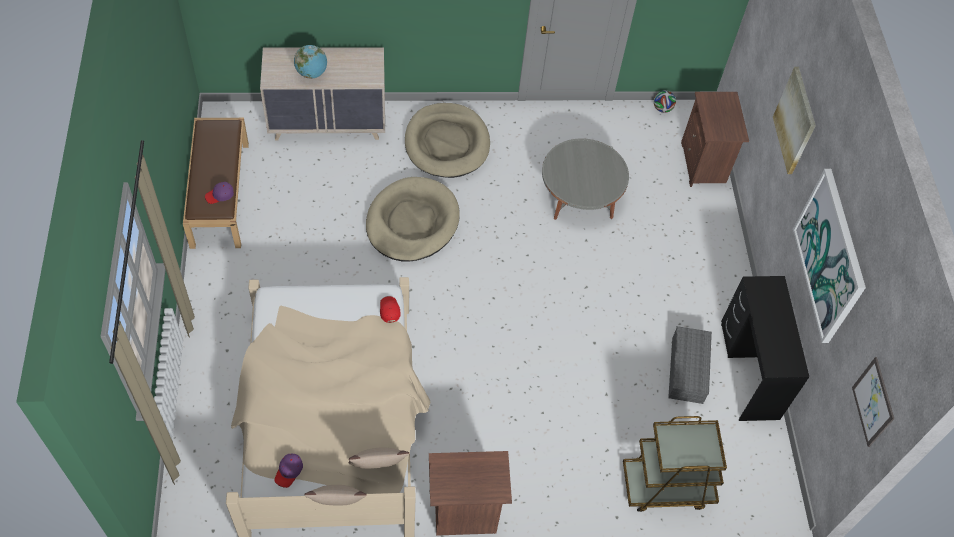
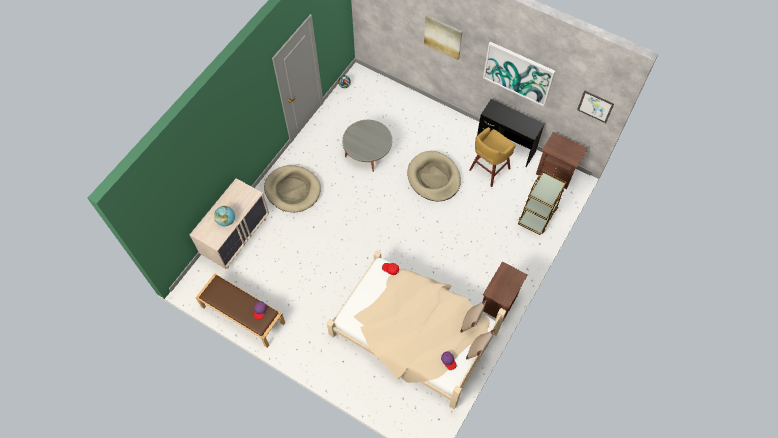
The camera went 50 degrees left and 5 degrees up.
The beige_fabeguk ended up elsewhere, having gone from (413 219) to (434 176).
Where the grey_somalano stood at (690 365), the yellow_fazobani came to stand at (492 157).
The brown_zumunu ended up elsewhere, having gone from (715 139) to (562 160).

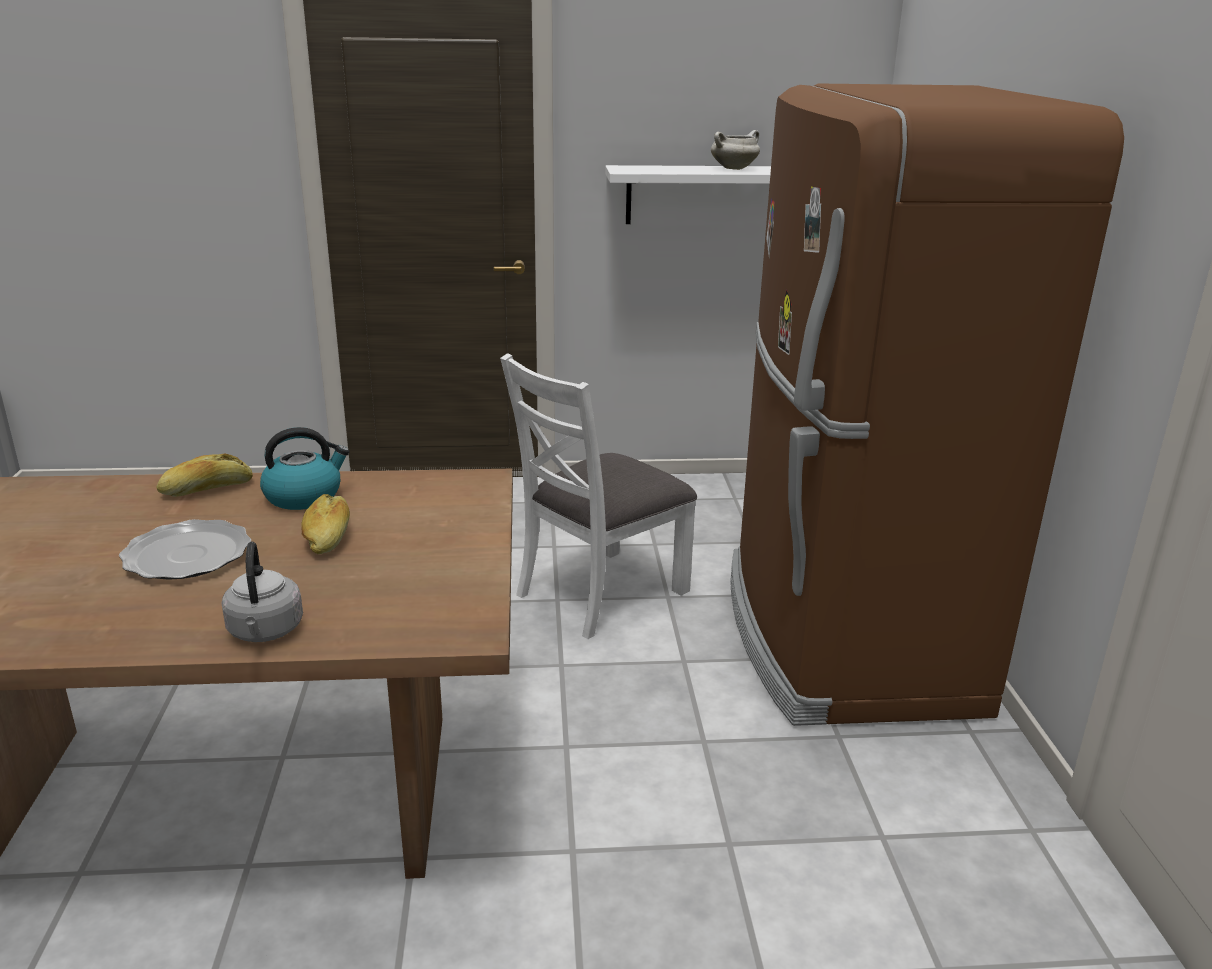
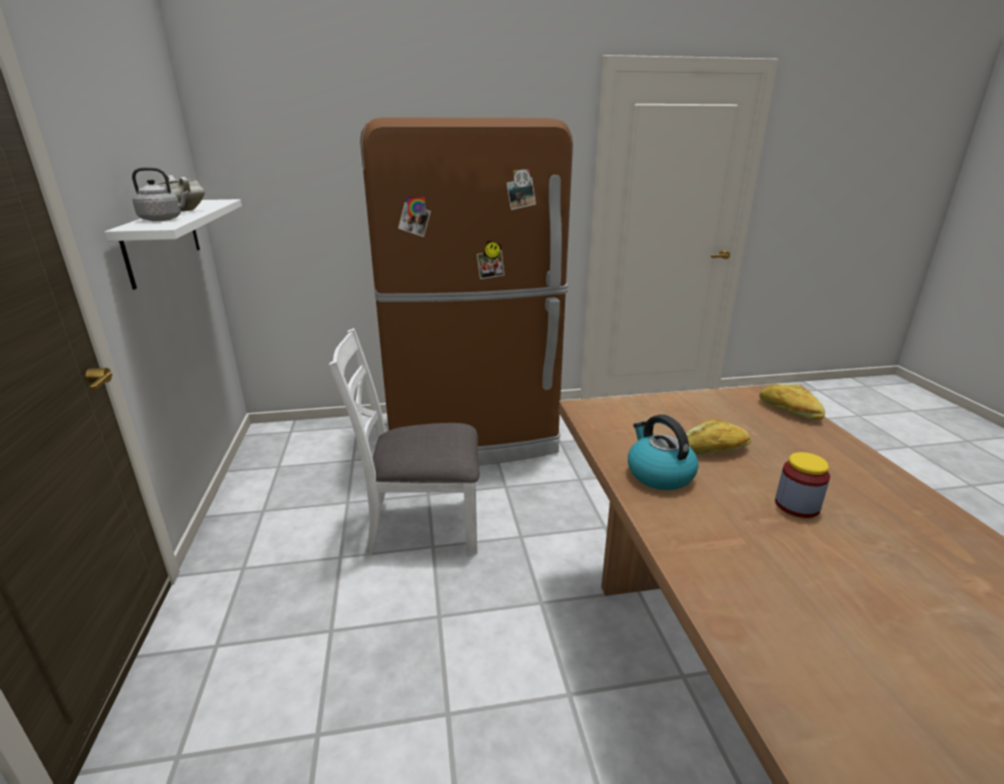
The camera went 95 degrees left and 0 degrees up.
Where the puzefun stood at (185 549), the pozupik came to stand at (802 485).
The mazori ended up elsewhere, having gone from (204 475) to (792 402).
The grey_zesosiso ended up elsewhere, having gone from (262 592) to (160 194).
The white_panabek at (598 496) ended up facing another way, 135 degrees clockwise from before.

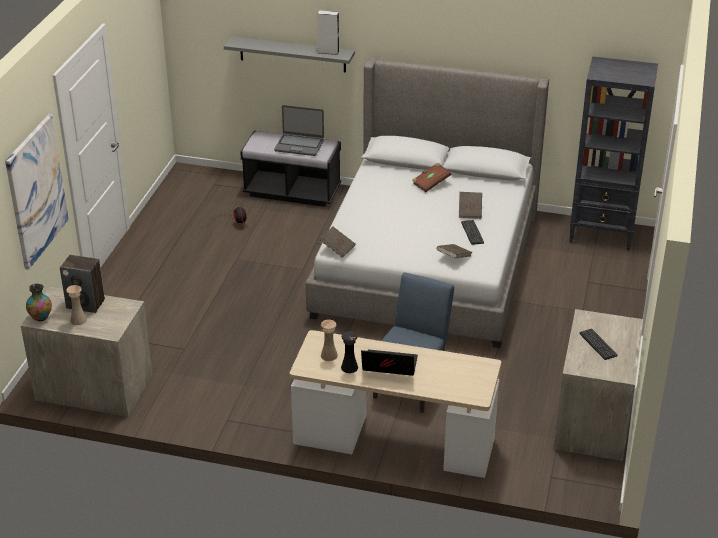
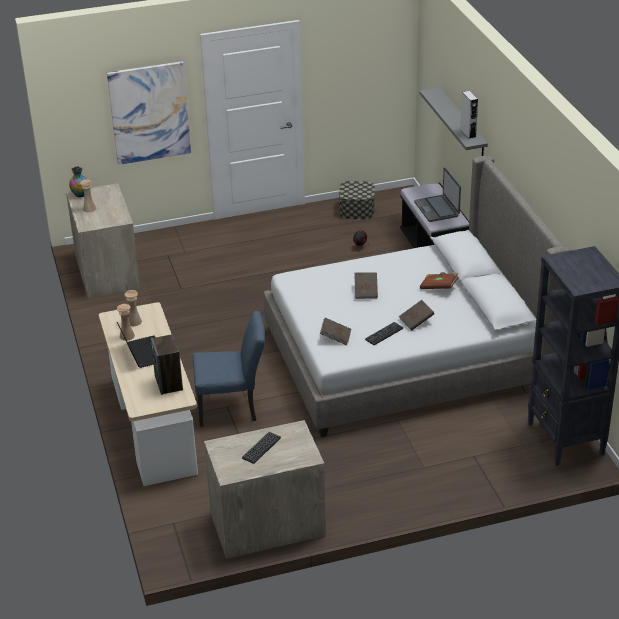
The camera went 60 degrees right and 0 degrees up.
The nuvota ended up elsewhere, having gone from (82 284) to (167 364).
The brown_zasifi ended up elsewhere, having gone from (338 242) to (366 285).
What was the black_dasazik at (349 352) turned into the beige_dasazik at (126 322).
The second view gained the somalano at (357 200).

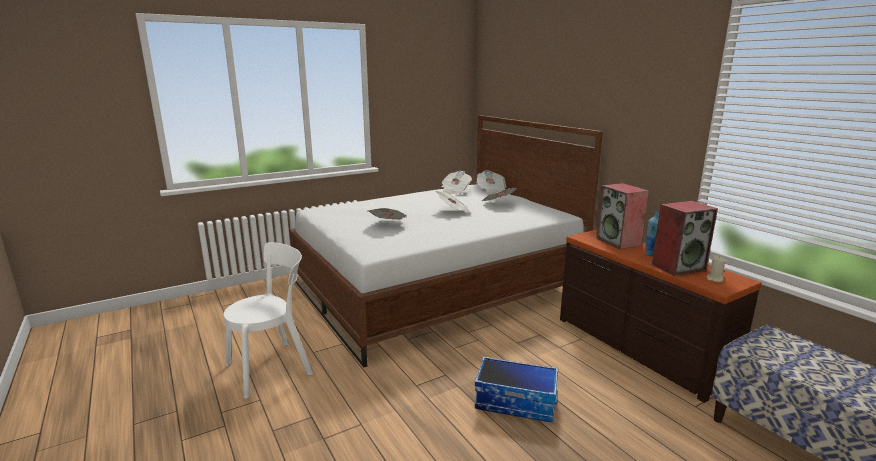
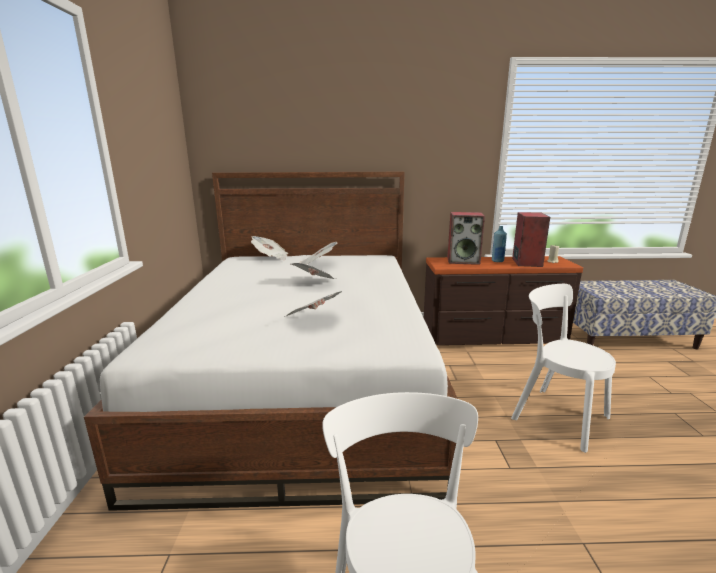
The camera went 60 degrees left and 0 degrees up.
The second view lost the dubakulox at (456 183).
Where the somalano stood at (516 389), the white_panabek came to stand at (563 368).

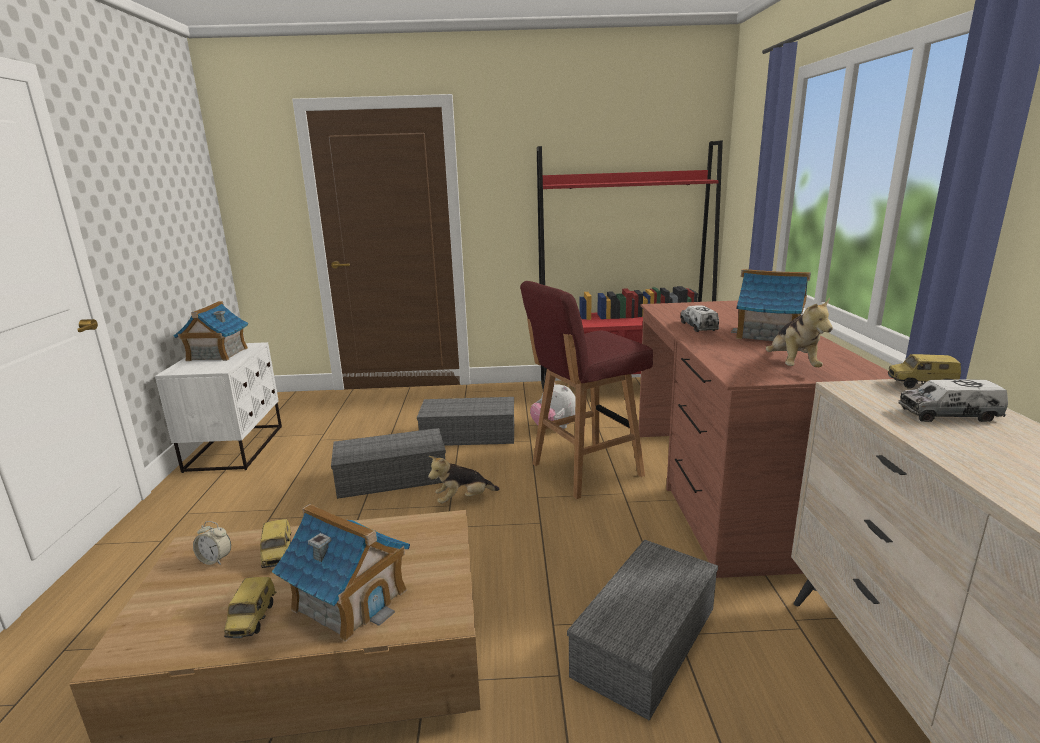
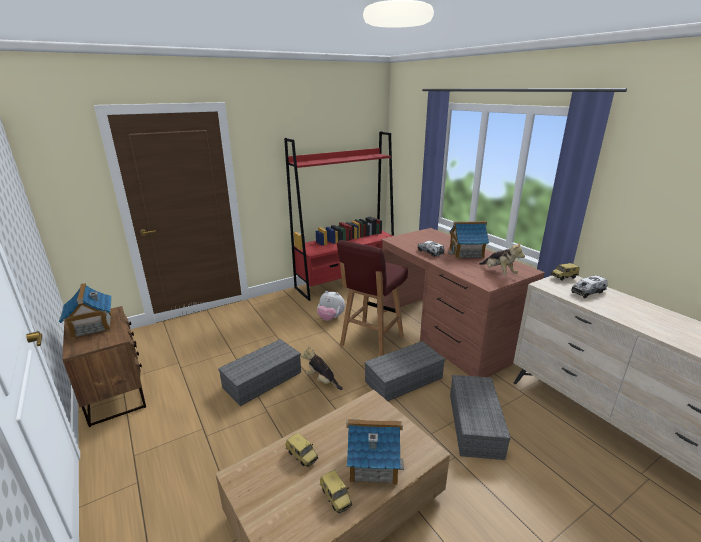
The camera went 30 degrees left and 5 degrees up.
What was the white_zumunu at (218 407) turned into the brown_zumunu at (104 366).
The second view lost the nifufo at (212 543).
The grey_somalano ended up elsewhere, having gone from (465 421) to (405 371).
The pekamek at (464 480) ended up facing another way, 90 degrees clockwise from before.

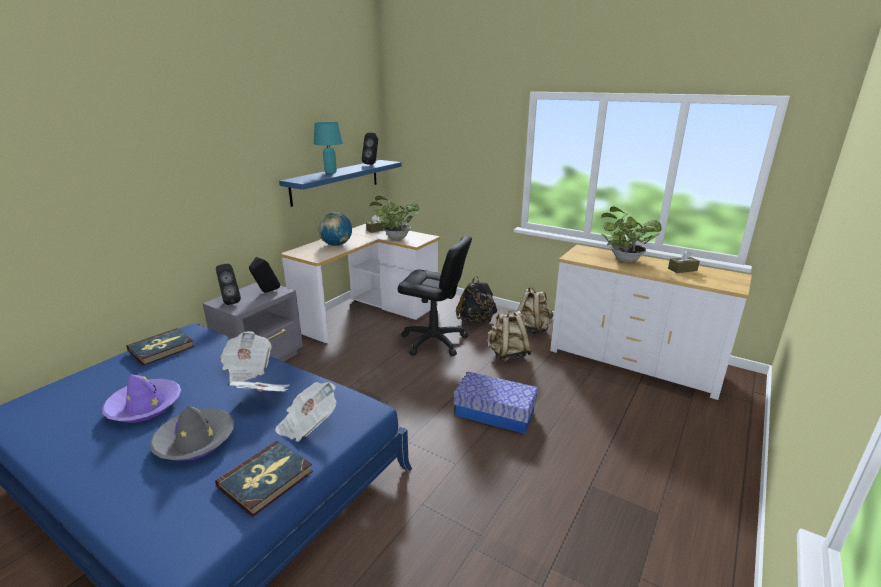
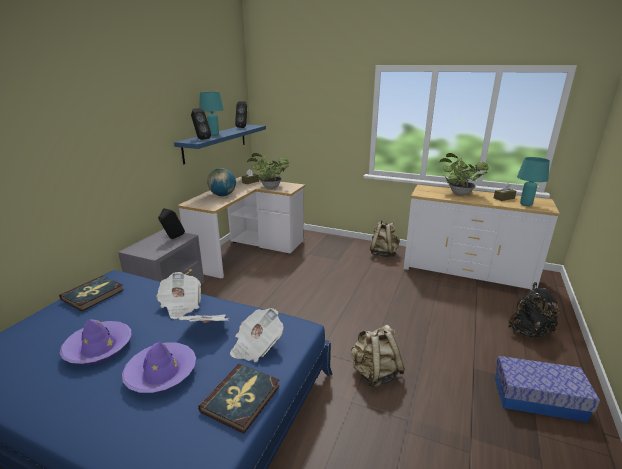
The camera went 10 degrees left and 0 degrees up.
What was the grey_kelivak at (192 433) turned into the purple_kelivak at (159 367).
The black_nuvota ended up elsewhere, having gone from (228 284) to (201 124).
The second view lost the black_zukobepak at (435 296).
The somalano ended up elsewhere, having gone from (496 402) to (547 389).
The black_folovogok ended up elsewhere, having gone from (476 300) to (534 309).
The beige_folovogok ended up elsewhere, having gone from (510 336) to (378 356).
The second view gained the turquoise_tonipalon at (533 181).

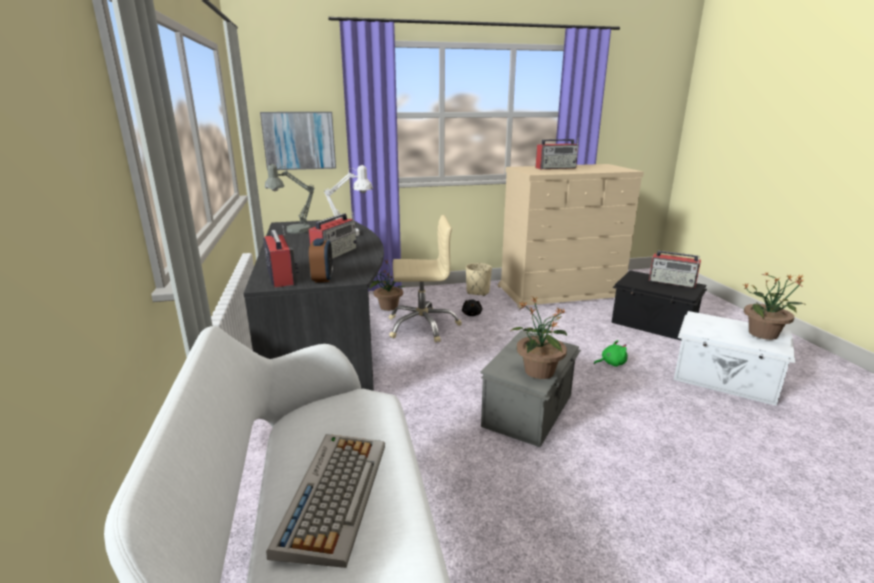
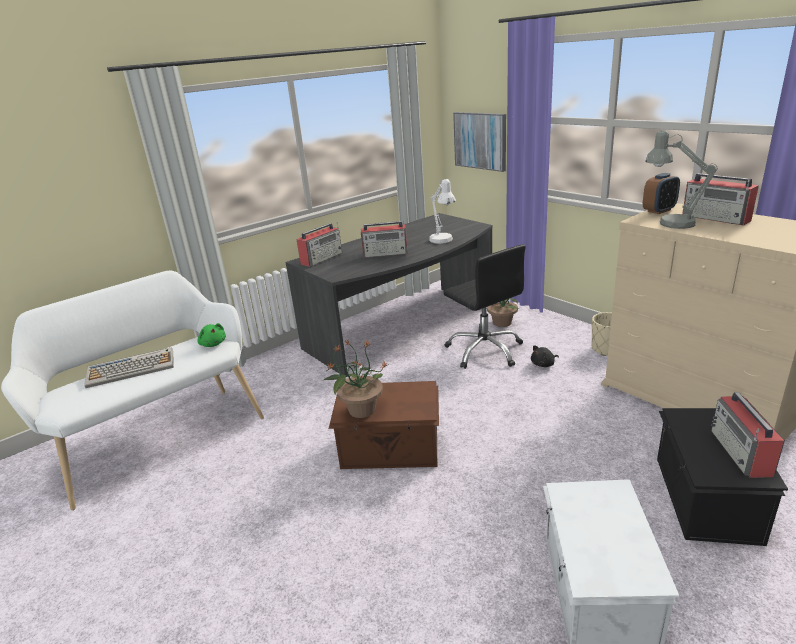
The camera went 65 degrees right and 5 degrees up.
The grey_tonipalon ended up elsewhere, having gone from (290 199) to (681 179).
The nifufo ended up elsewhere, having gone from (321 260) to (661 193).
What was the beige_zukobepak at (425 279) turned into the black_zukobepak at (484 306).
What was the grey_somalano at (530 388) turned into the brown_somalano at (384 425).
The green_pekamek ended up elsewhere, having gone from (611 353) to (211 335).
The second view lost the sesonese at (774 306).

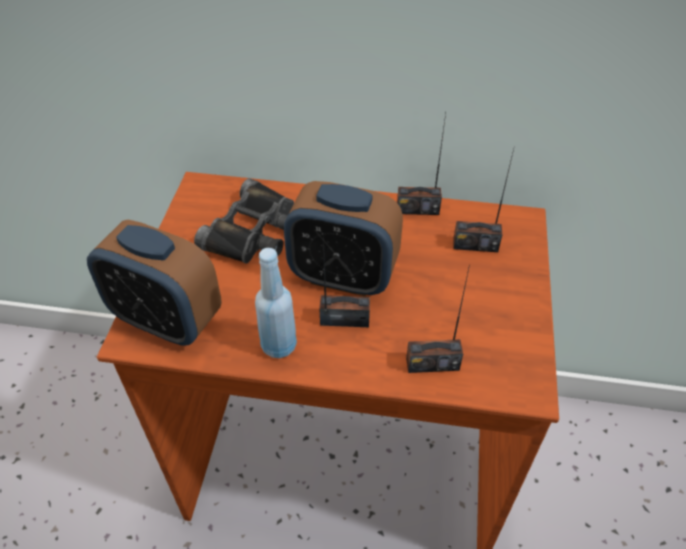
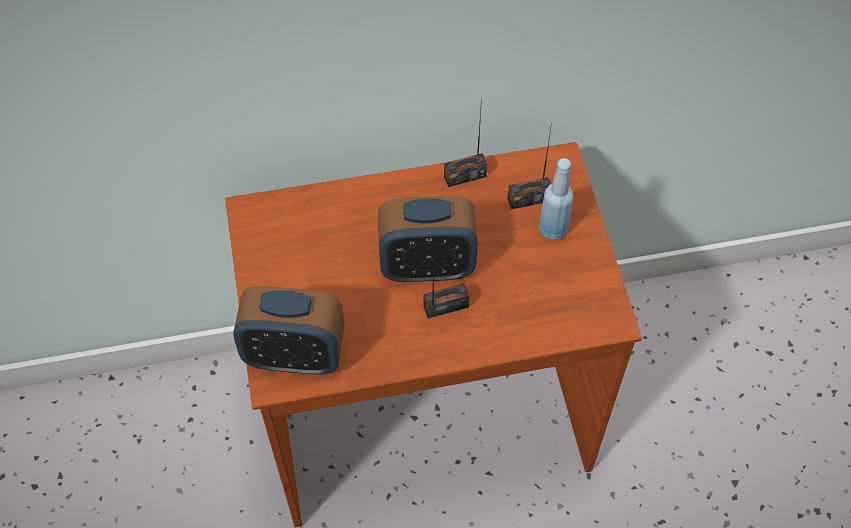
The camera went 20 degrees left and 10 degrees up.
The second view lost the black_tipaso at (244 221).
The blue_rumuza ended up elsewhere, having gone from (276 303) to (556 199).
The second view lost the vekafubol at (438 318).

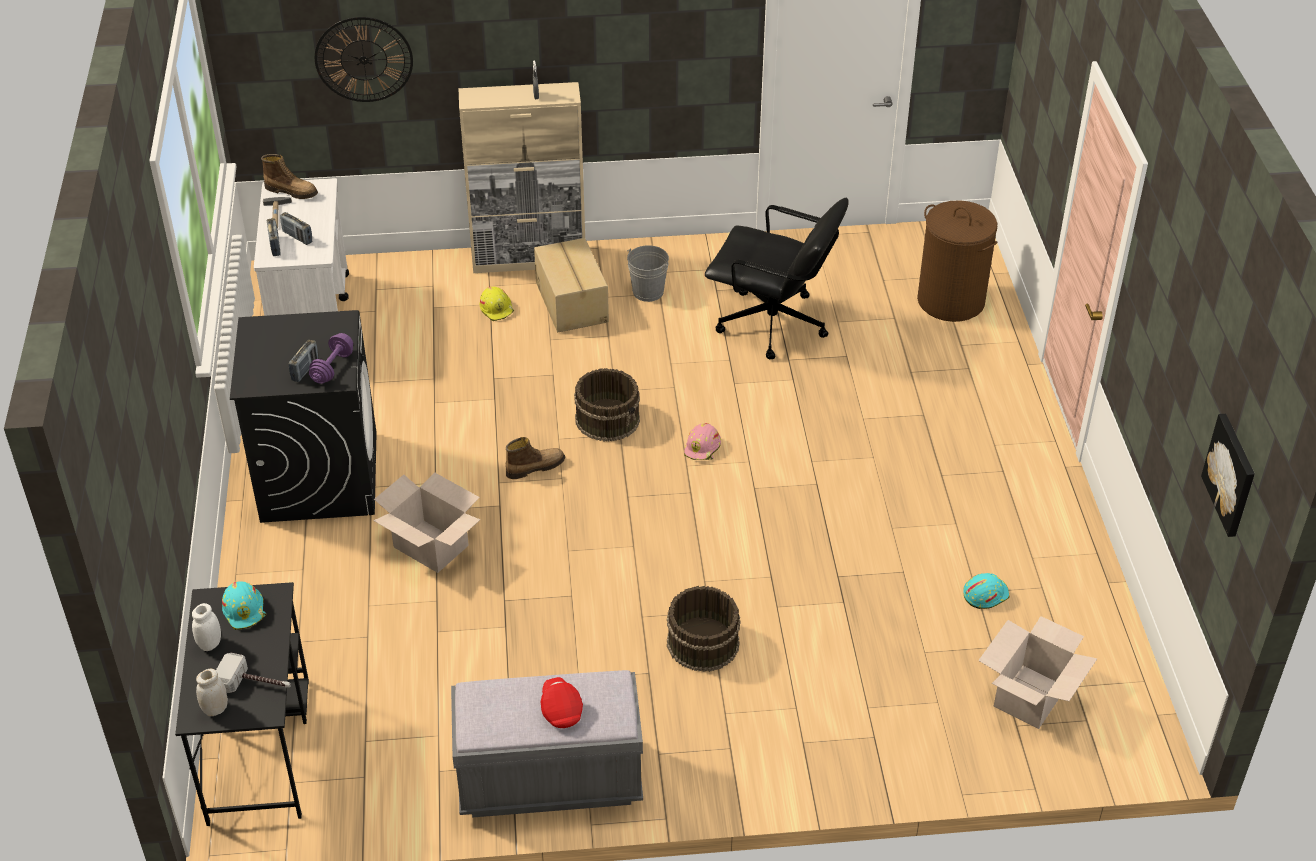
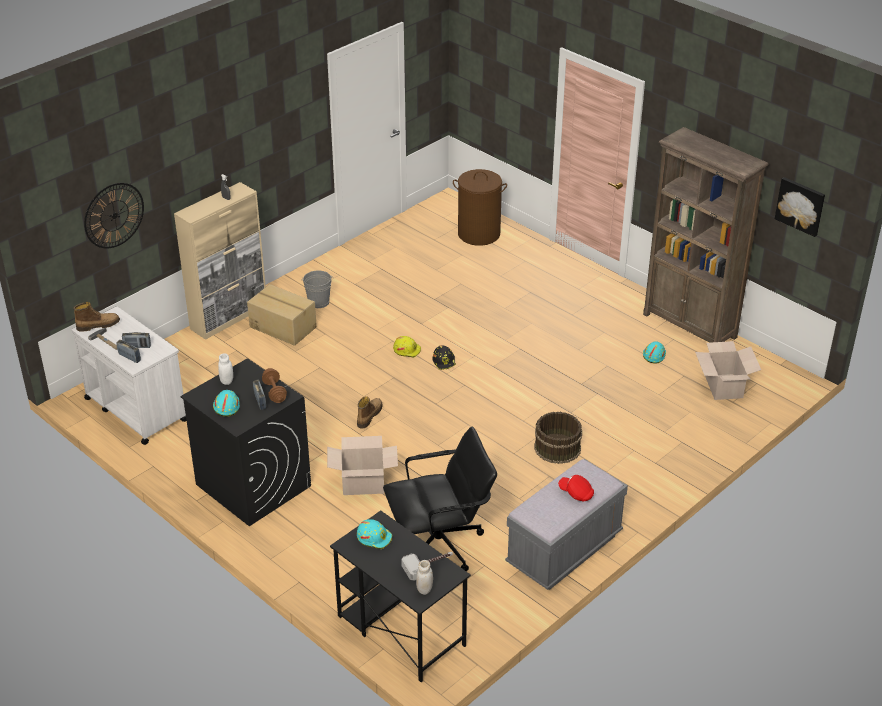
The camera went 40 degrees left and 5 degrees down.
The white_pozupik ended up elsewhere, having gone from (206 627) to (225 369).
What was the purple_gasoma at (331 358) turned into the brown_gasoma at (274 385).
The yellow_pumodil ended up elsewhere, having gone from (496 304) to (407 347).
The second view lost the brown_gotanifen at (607 405).
What was the pink_pumodil at (702 441) turned into the black_pumodil at (444 357).
The black_zukobepak ended up elsewhere, having gone from (777 278) to (440 498).
The second view gained the turquoise_pumodil at (226 403).
The second view gained the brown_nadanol at (706 235).

